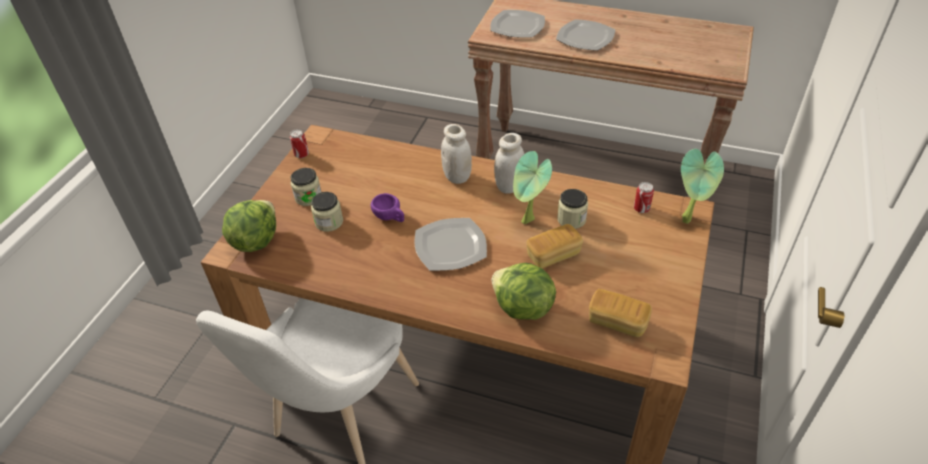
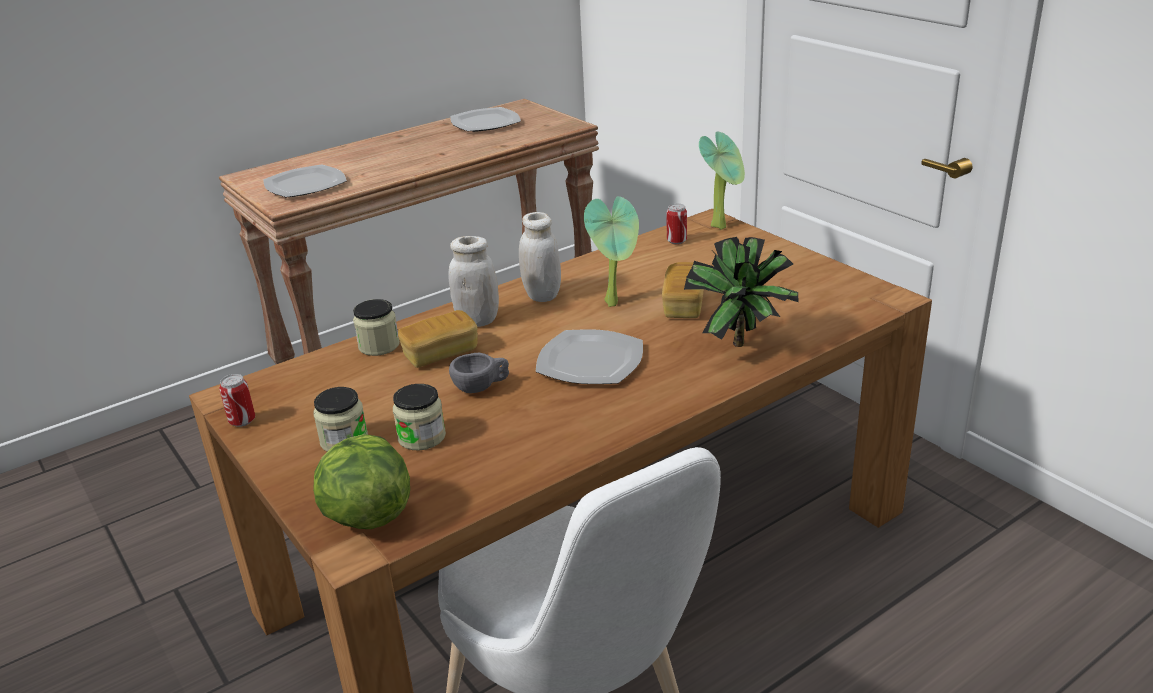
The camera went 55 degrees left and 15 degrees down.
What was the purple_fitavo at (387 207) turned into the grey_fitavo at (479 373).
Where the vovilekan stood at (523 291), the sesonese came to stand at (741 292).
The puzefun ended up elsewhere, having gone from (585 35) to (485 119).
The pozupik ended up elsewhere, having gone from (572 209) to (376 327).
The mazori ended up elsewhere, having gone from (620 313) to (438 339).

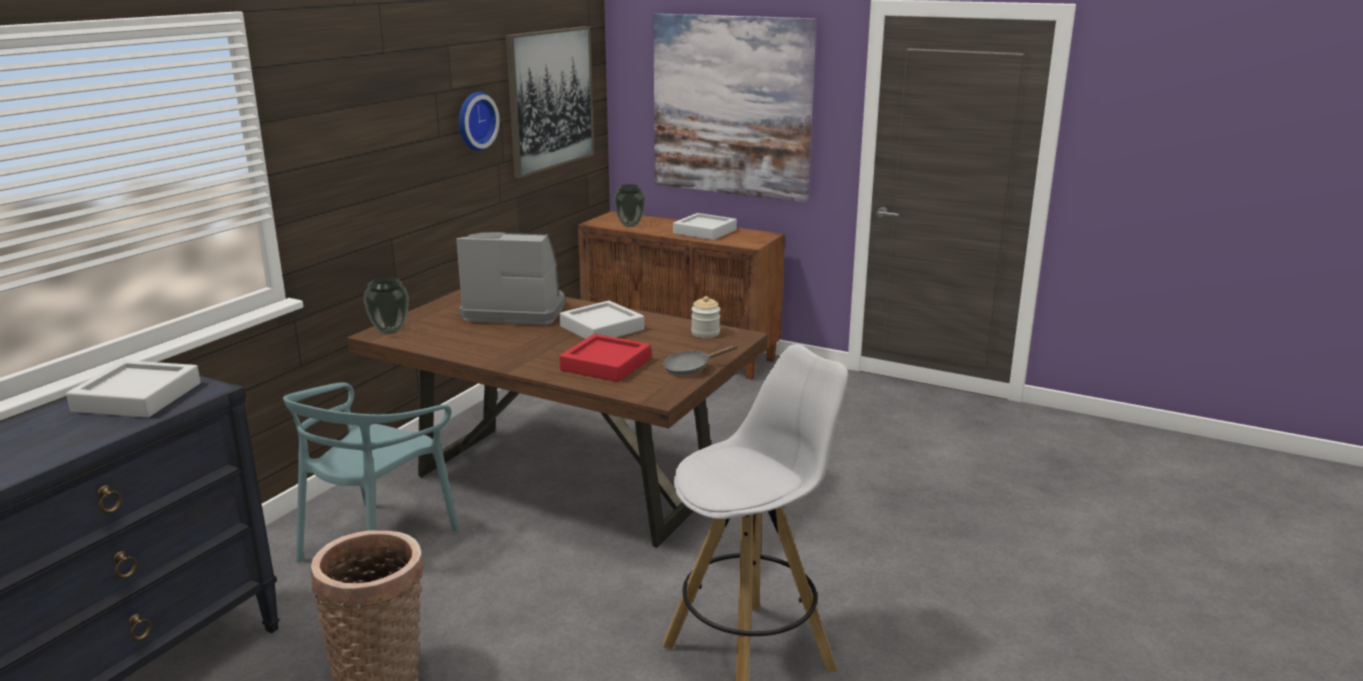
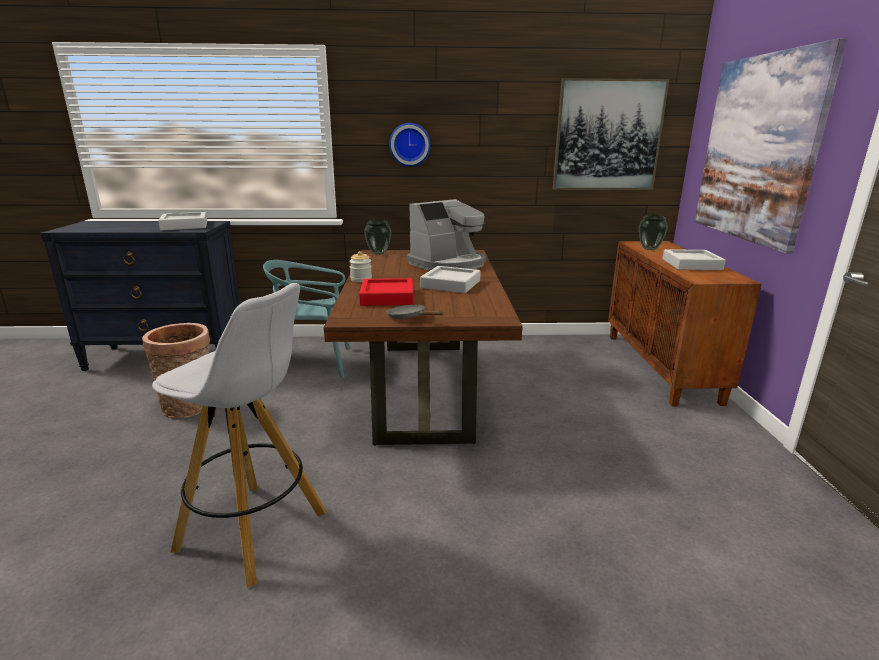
The camera went 60 degrees right and 0 degrees up.
The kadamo at (510 278) ended up facing another way, 75 degrees clockwise from before.
The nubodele ended up elsewhere, having gone from (479 121) to (410 145).
The pozupik ended up elsewhere, having gone from (705 317) to (360 266).

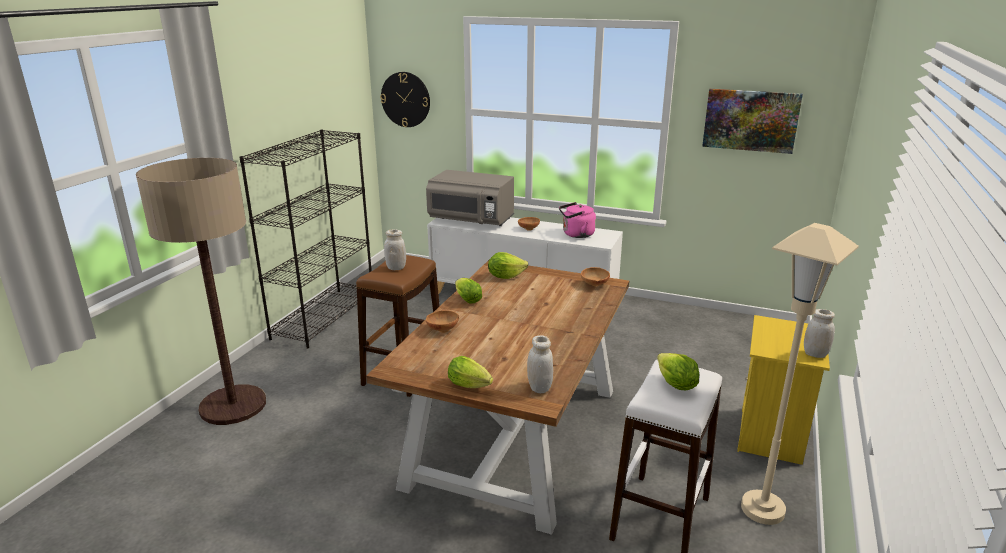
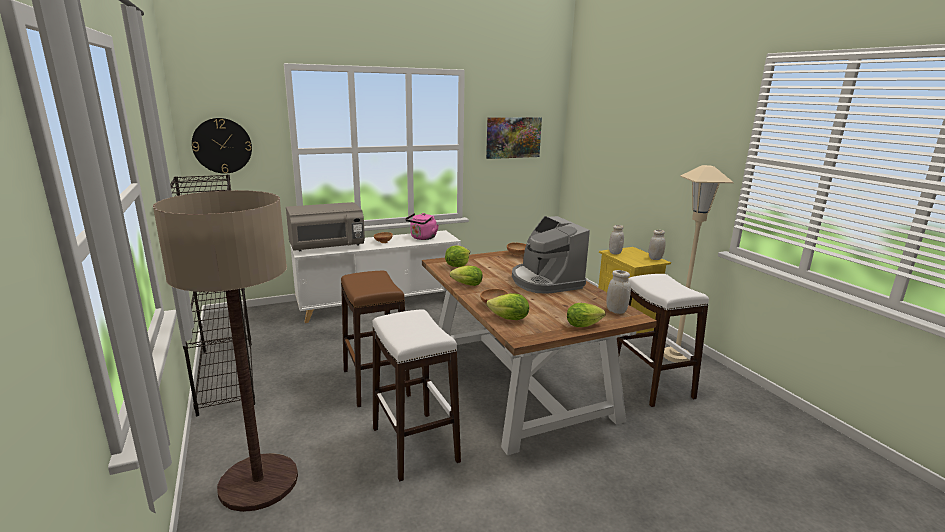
The camera went 45 degrees left and 5 degrees down.
The white_pozupik ended up elsewhere, having gone from (395 249) to (616 239).
The vovilekan ended up elsewhere, having gone from (678 371) to (508 306).
The second view gained the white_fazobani at (416 395).
The second view gained the kadamo at (551 255).

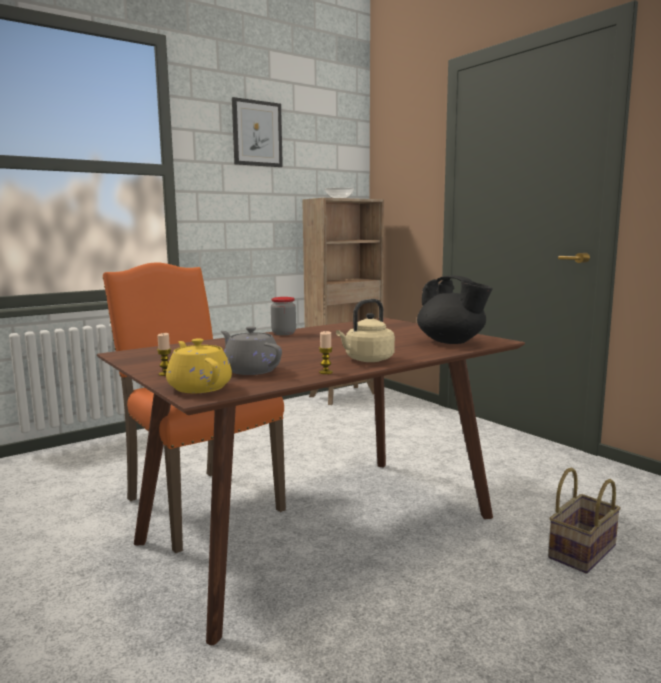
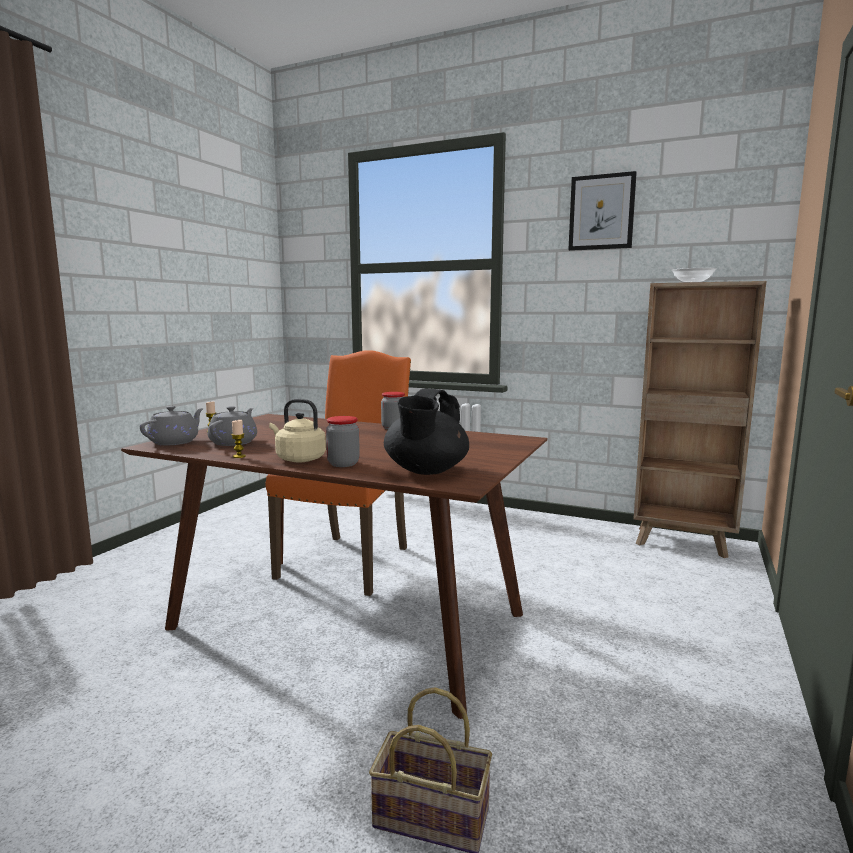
The camera went 60 degrees right and 0 degrees up.
What was the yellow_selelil at (199 365) turned into the grey_selelil at (172 425).
The second view gained the pozupik at (343 441).

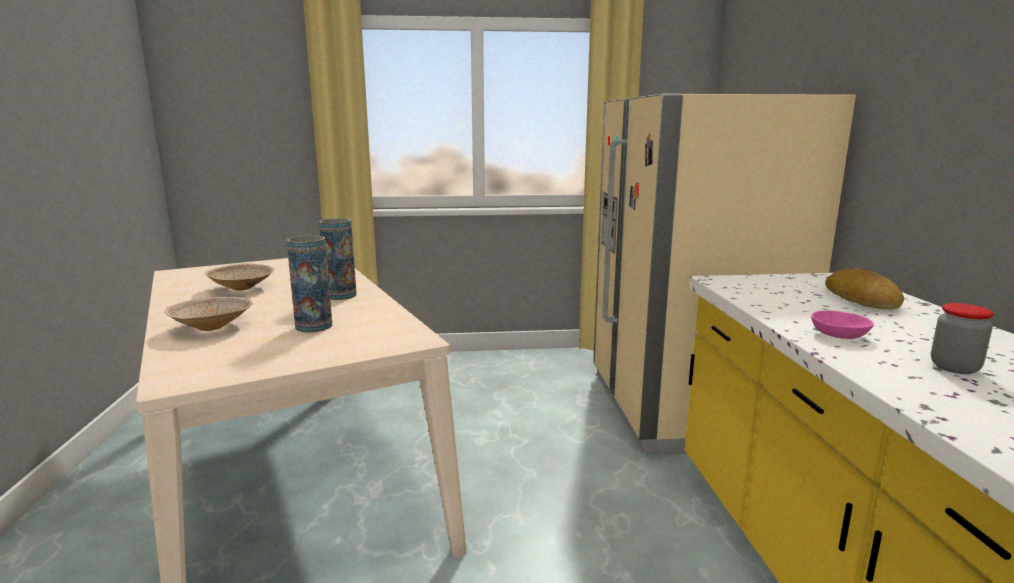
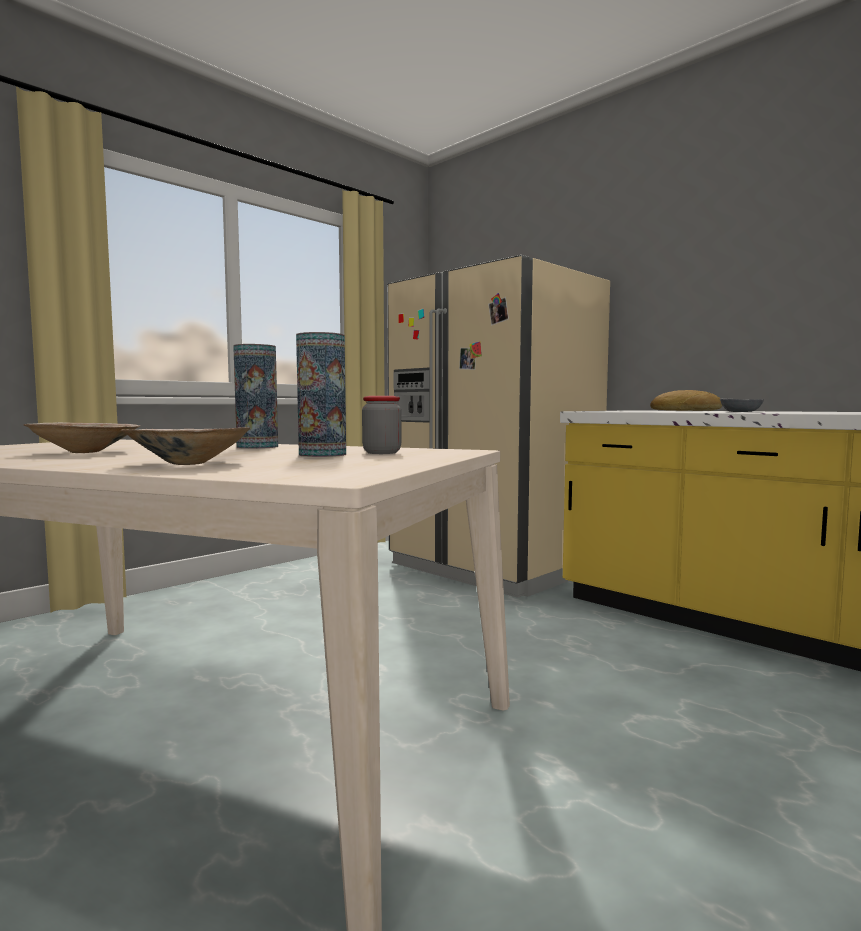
The camera went 40 degrees left and 10 degrees down.
What was the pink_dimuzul at (842 324) turned into the grey_dimuzul at (742 405).
The pozupik ended up elsewhere, having gone from (962 338) to (381 425).

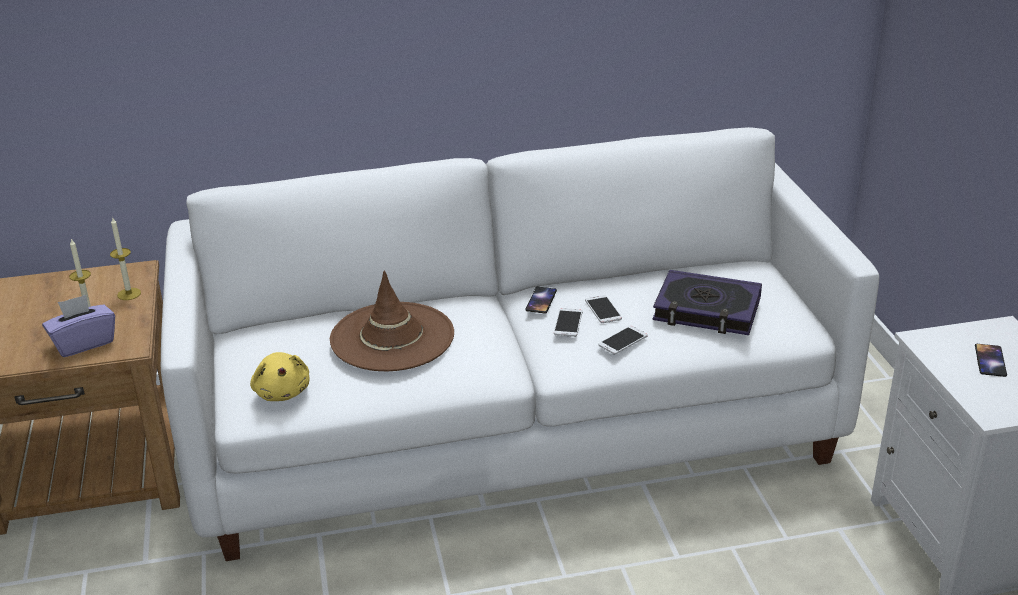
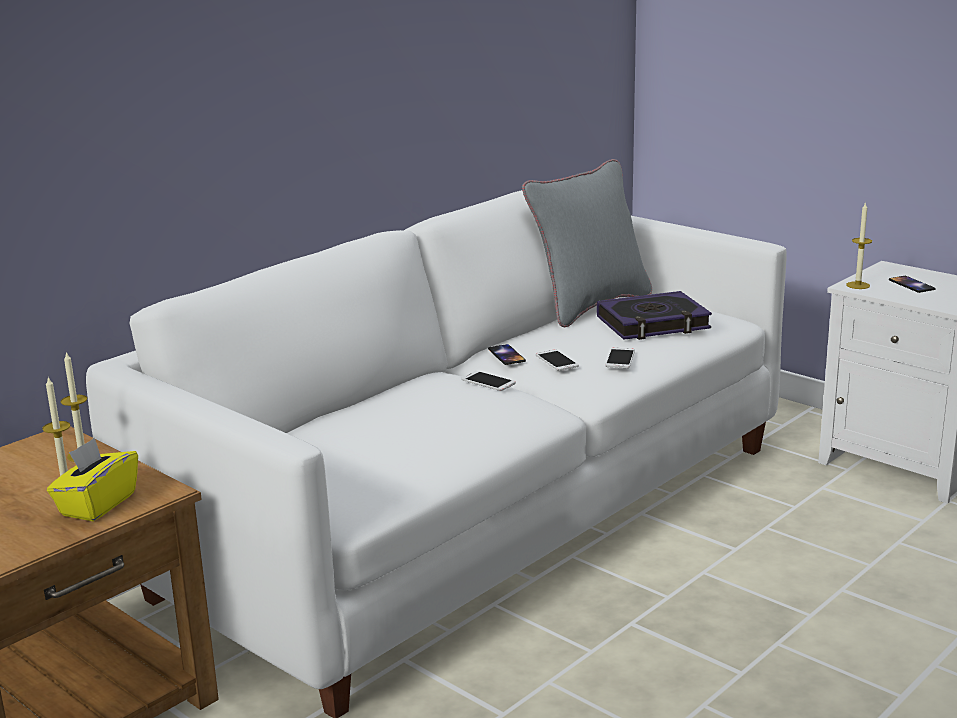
The camera went 35 degrees left and 10 degrees down.
What was the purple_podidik at (78 326) turned into the yellow_podidik at (92 479).
The second view lost the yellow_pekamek at (279 376).
The second view lost the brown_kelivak at (392 321).
The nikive ended up elsewhere, having gone from (603 309) to (488 381).
The second view gained the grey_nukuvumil at (587 243).
The second view gained the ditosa at (859 245).

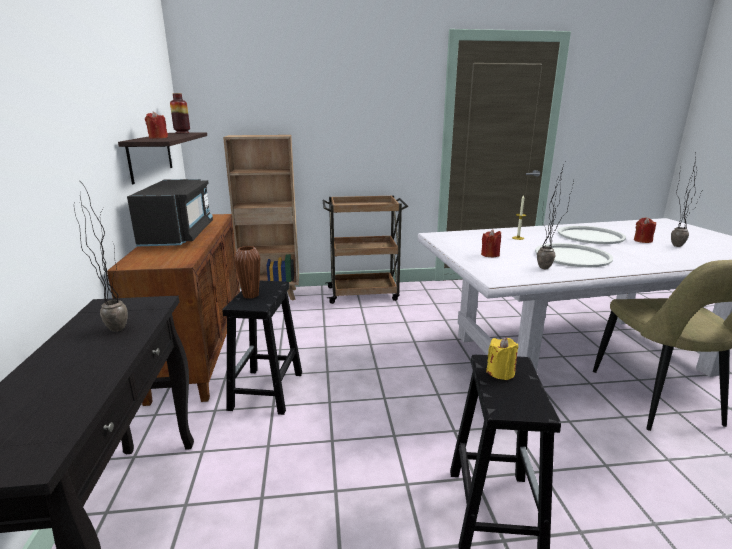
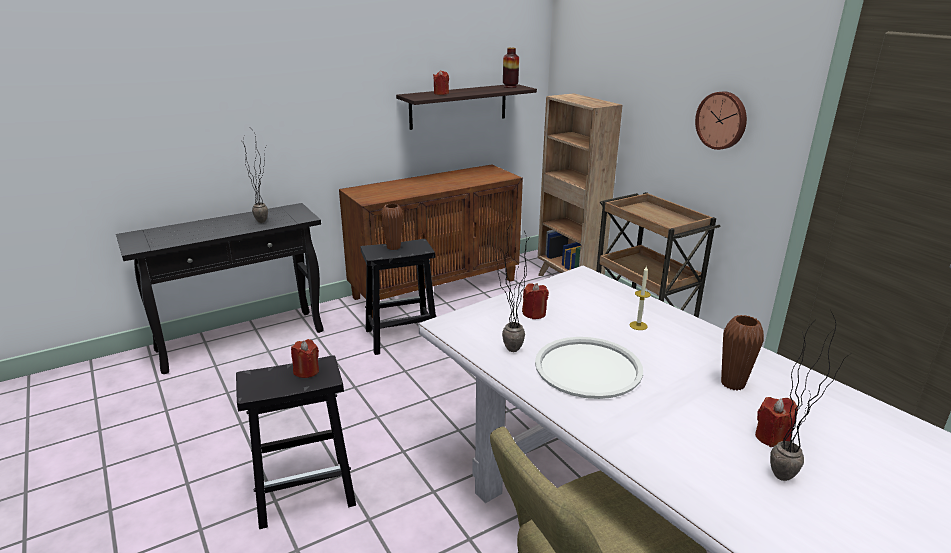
The camera went 65 degrees right and 5 degrees up.
The second view lost the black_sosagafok at (170 212).
What was the yellow_ditosa at (502 358) turned into the red_ditosa at (305 358).
Where the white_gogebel stood at (592 235), the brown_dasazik came to stand at (742 353).
The second view gained the nubodele at (721 120).

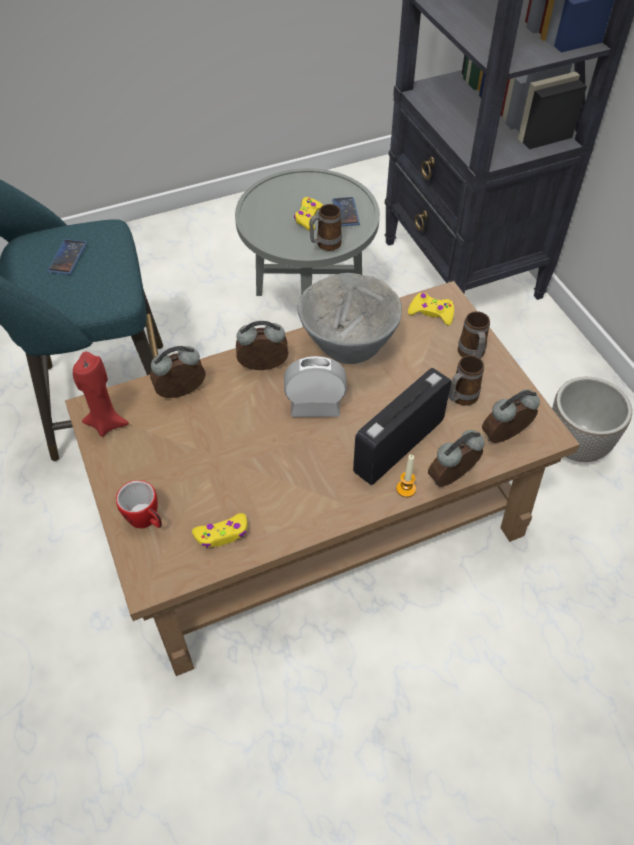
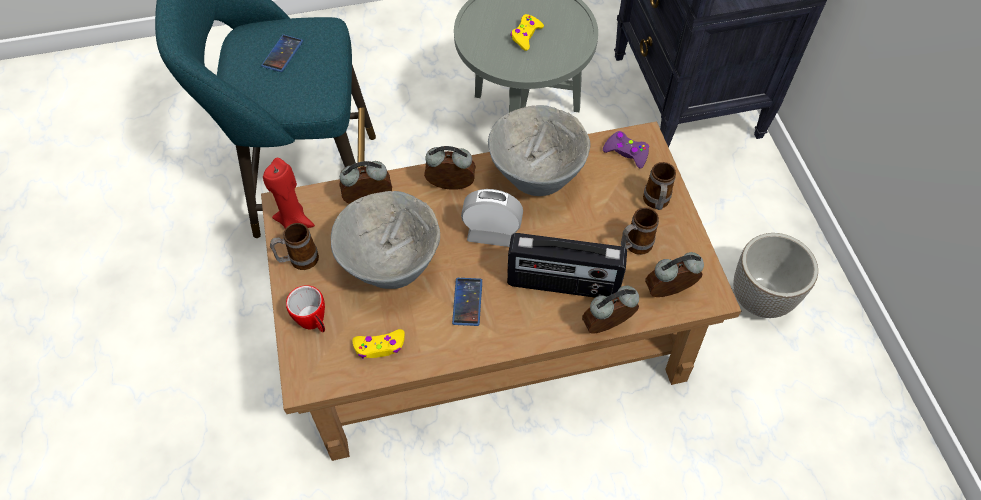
The camera went 10 degrees right and 5 degrees up.
The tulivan ended up elsewhere, having gone from (325 227) to (294 246).
The nikive ended up elsewhere, having gone from (346 212) to (467 302).
The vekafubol at (402 426) ended up facing another way, 135 degrees counterclockwise from before.
The second view lost the ditosa at (406 475).
What was the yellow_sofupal at (431 309) turned into the purple_sofupal at (626 150).
The second view gained the grey_dimuzul at (385 240).

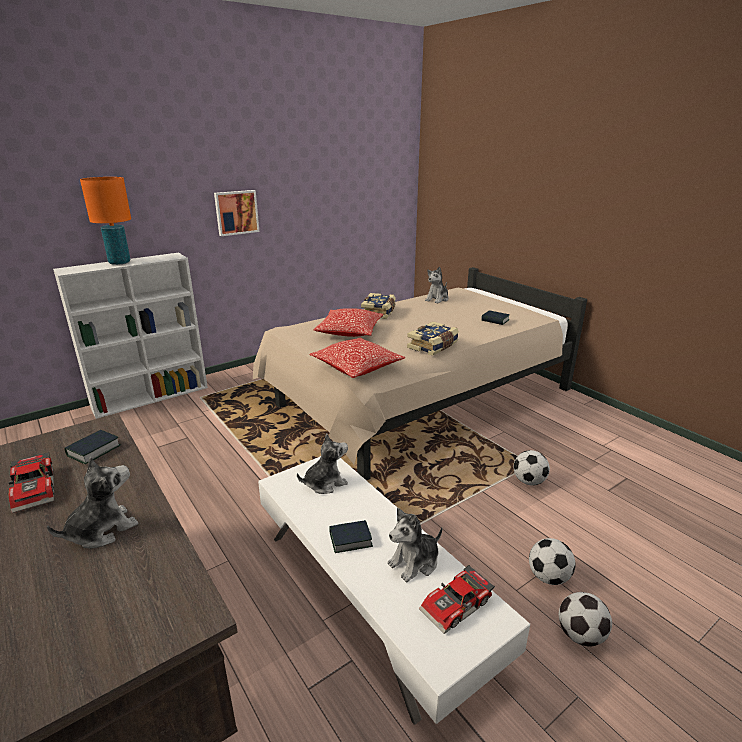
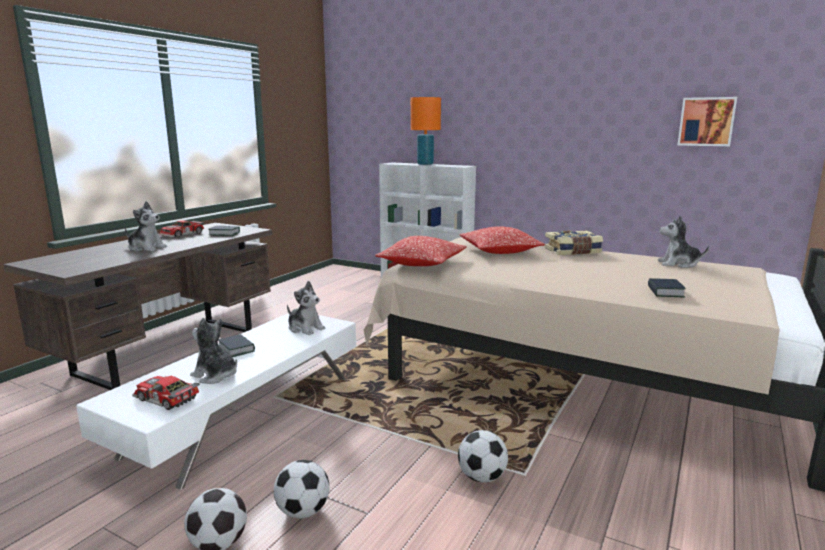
The camera went 65 degrees right and 10 degrees down.
The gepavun ended up elsewhere, having gone from (236 213) to (707 121).
The second view lost the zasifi at (433 338).

